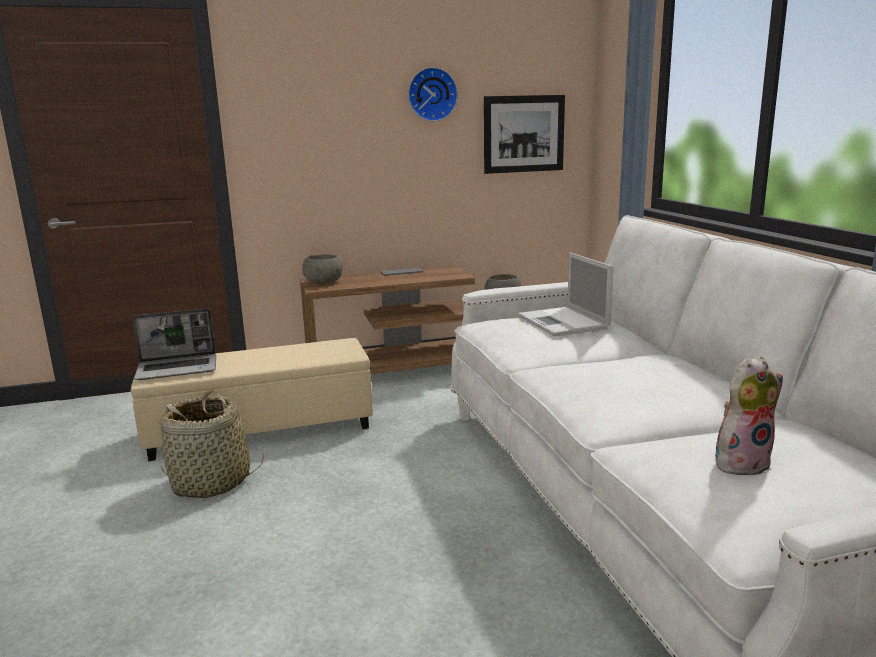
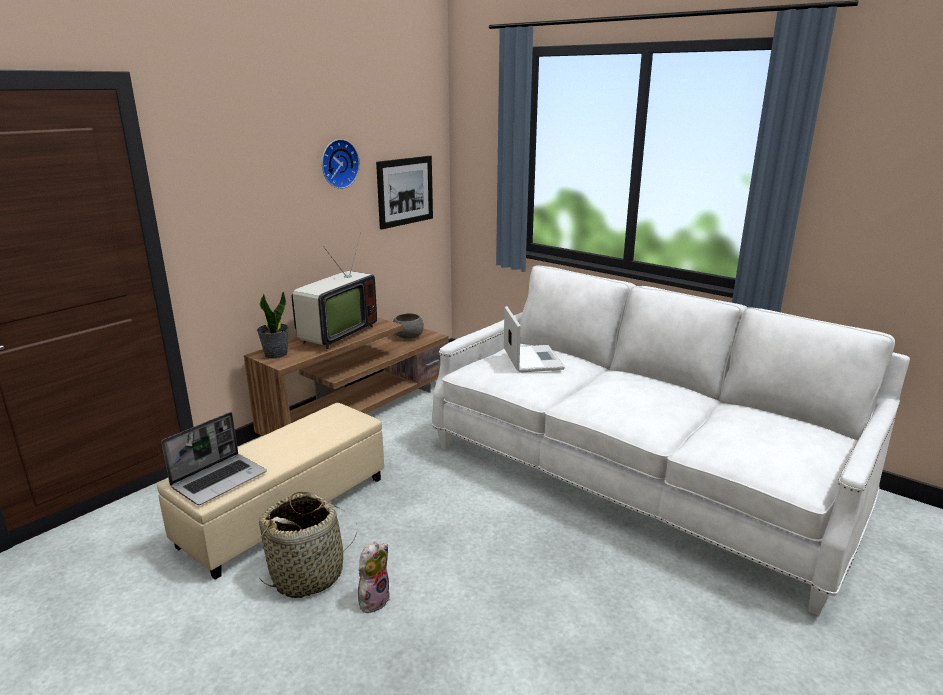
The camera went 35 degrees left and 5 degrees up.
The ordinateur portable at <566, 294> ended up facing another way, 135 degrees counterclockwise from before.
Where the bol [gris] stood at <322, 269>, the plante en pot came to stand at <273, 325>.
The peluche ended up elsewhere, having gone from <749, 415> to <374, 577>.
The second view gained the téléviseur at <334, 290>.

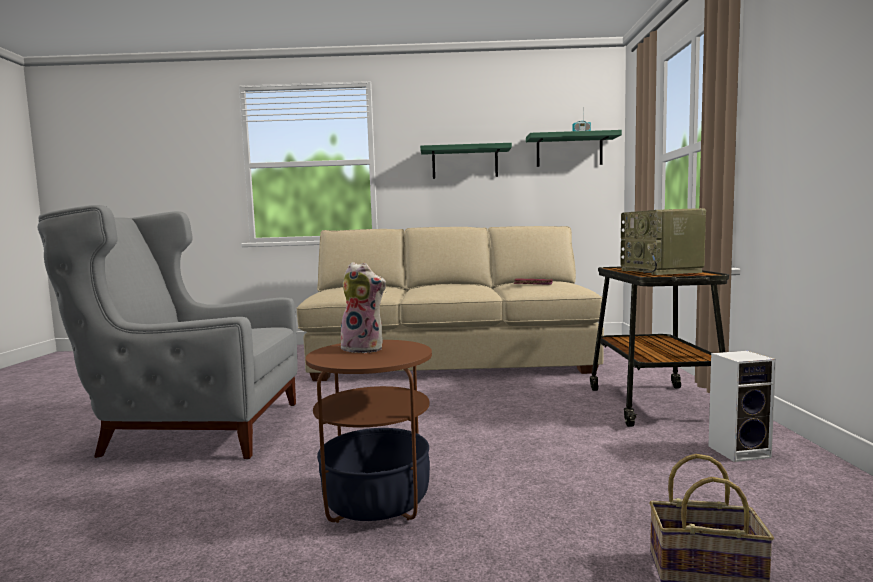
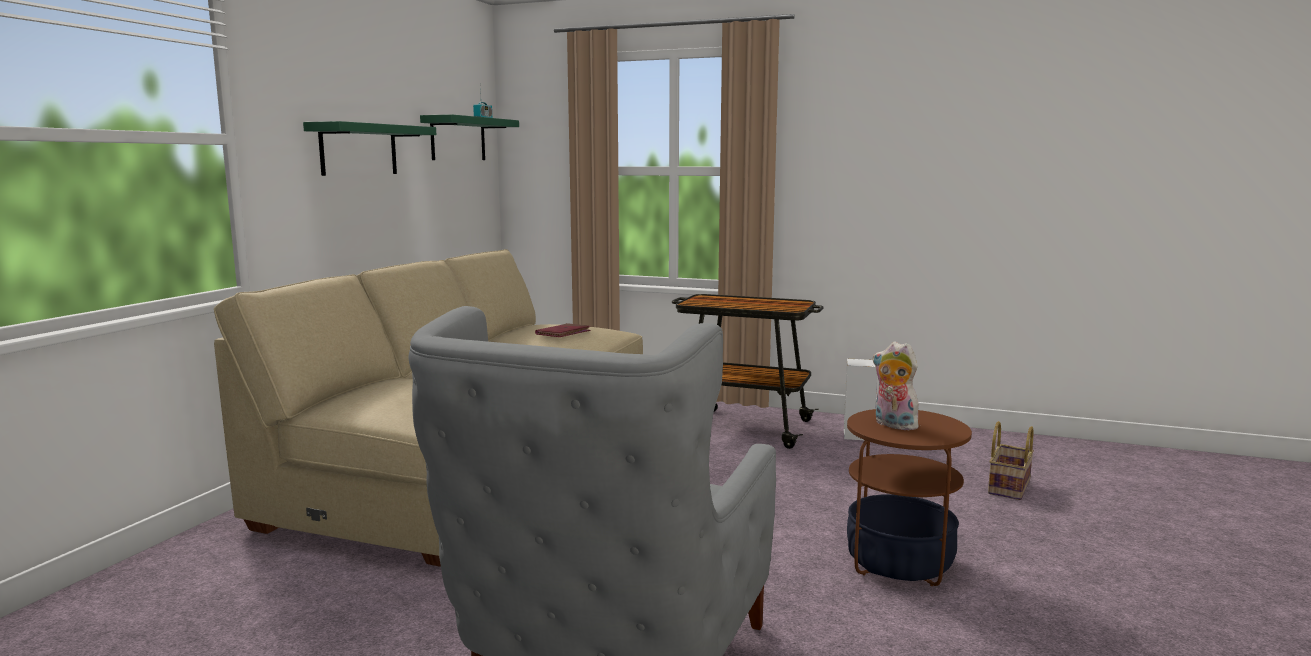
The camera went 70 degrees left and 5 degrees up.
The second view lost the radio at <663, 241>.
The peluche at <363, 307> ended up facing another way, 90 degrees counterclockwise from before.

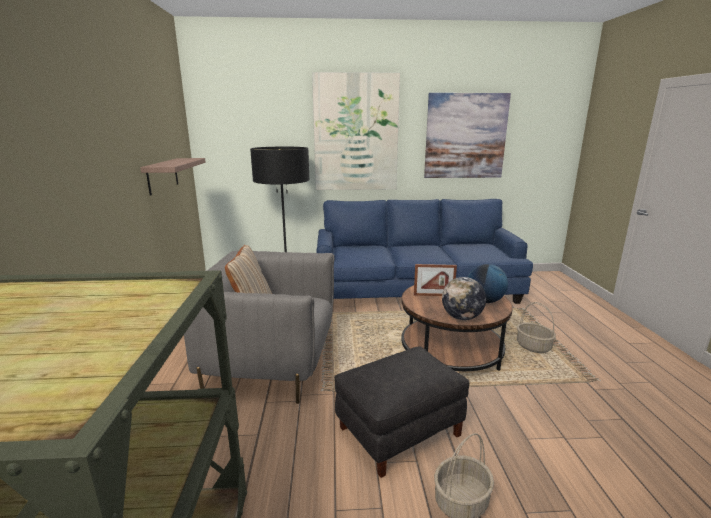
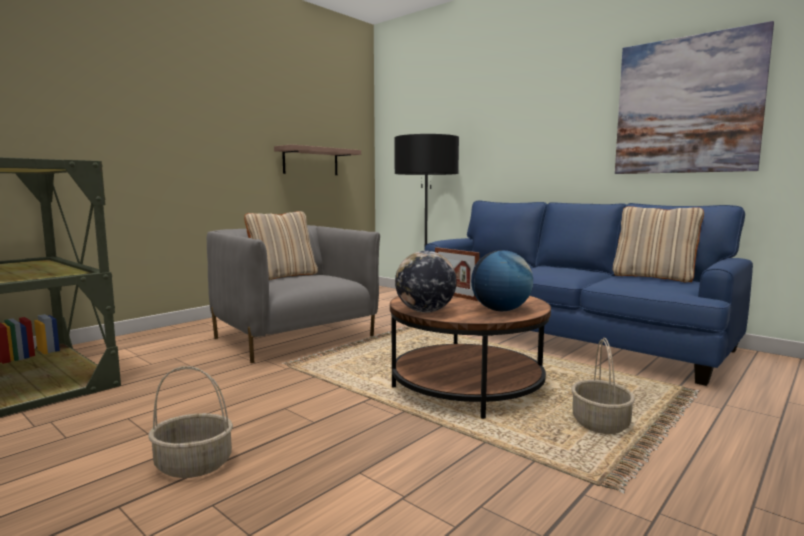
The camera went 45 degrees right and 10 degrees down.
The second view lost the tableau at <356, 131>.
The second view lost the pouf [noir] at <401, 412>.
The second view gained the coussin [beige] at <658, 244>.

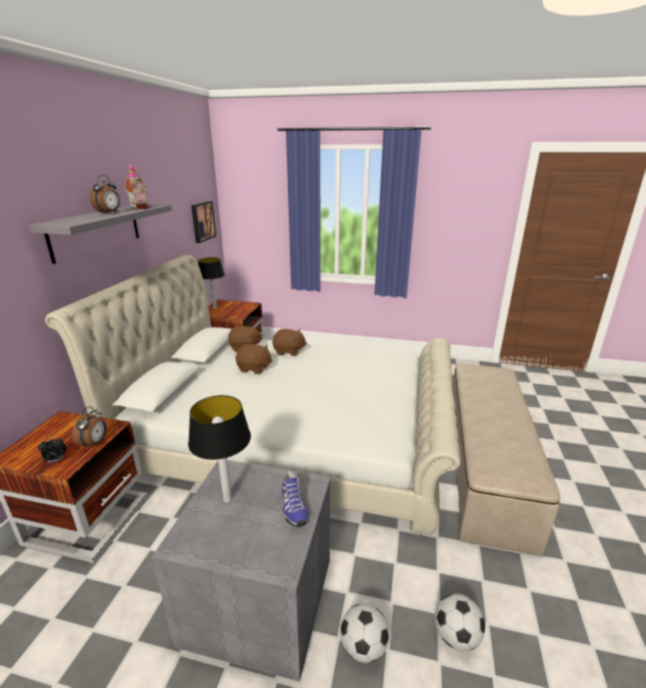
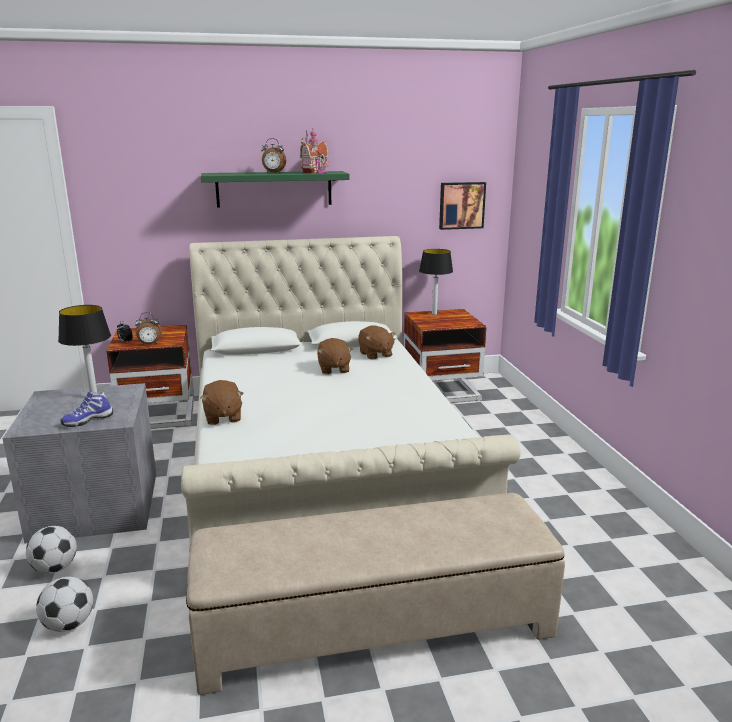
The camera went 65 degrees right and 5 degrees down.
What was the étagère [gris] at <100, 234> turned into the étagère [vert] at <275, 189>.
The peluche [marron] ended up elsewhere, having gone from <290, 342> to <222, 402>.

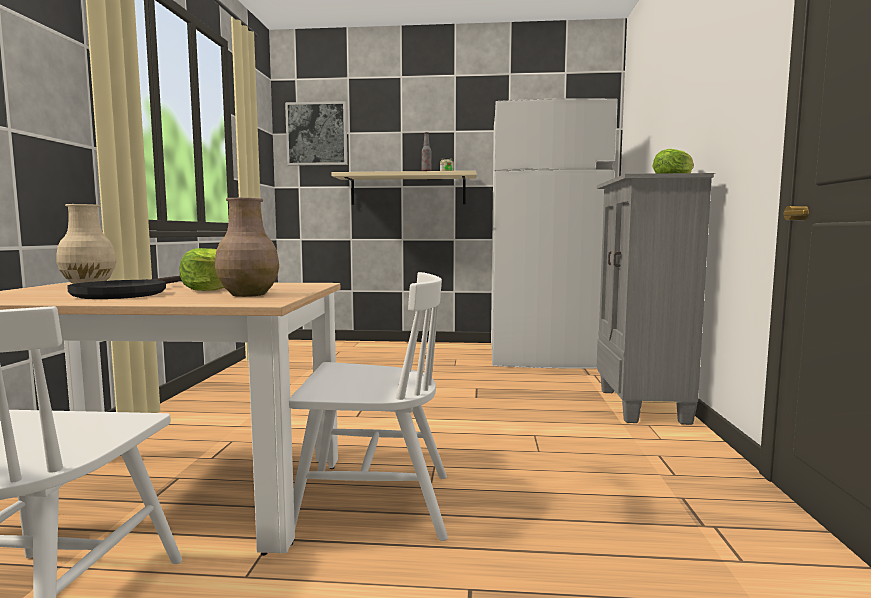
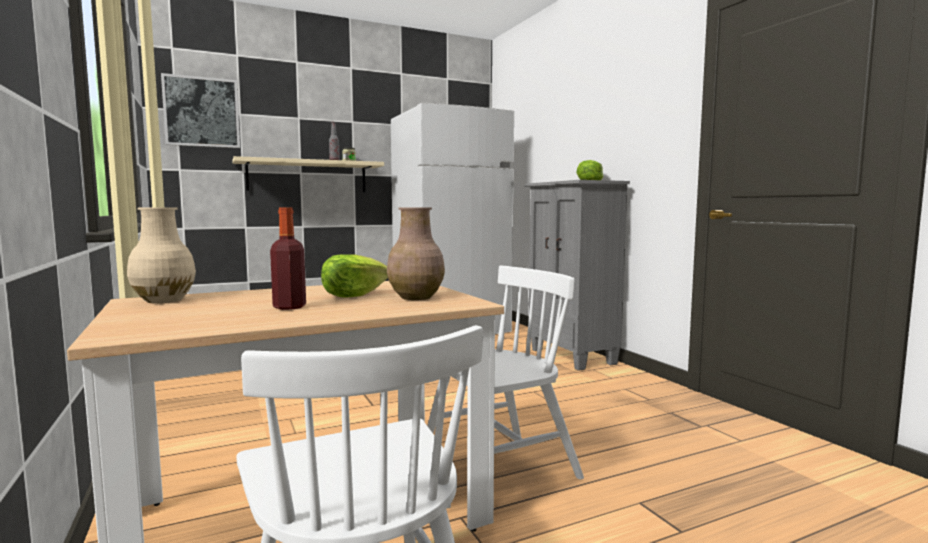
The camera went 30 degrees left and 0 degrees up.
Where the poêle [noir] stood at <124, 287>, the bouteille came to stand at <288, 258>.

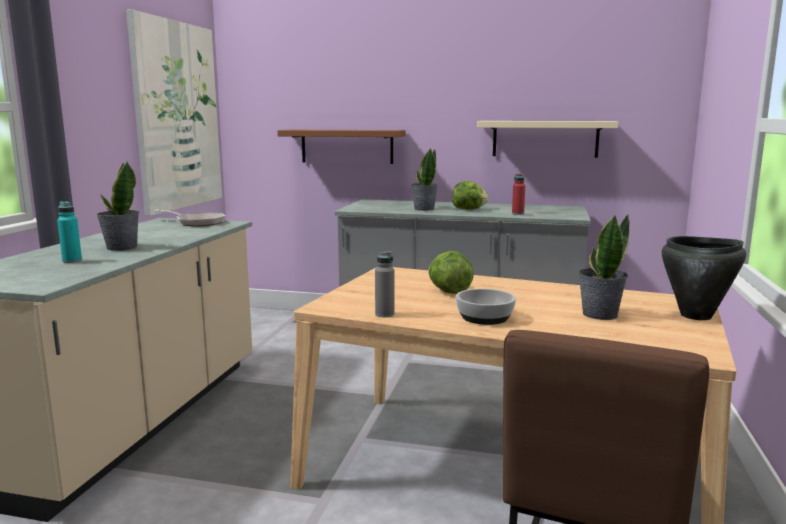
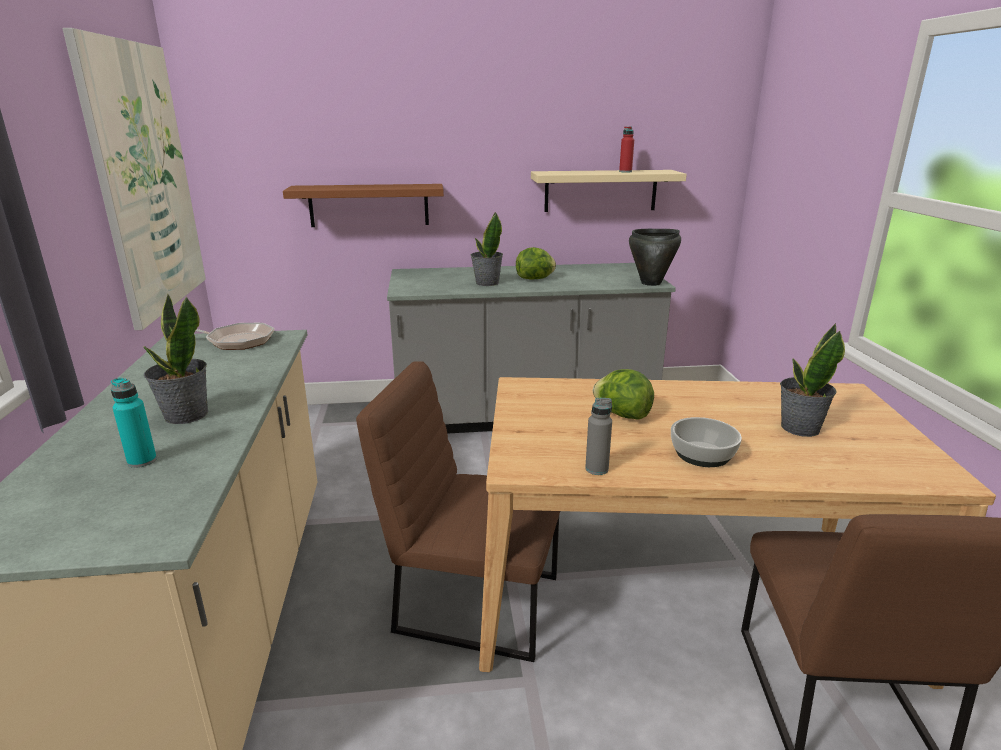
The camera went 20 degrees left and 10 degrees up.
The bouteille [rouge] ended up elsewhere, having gone from <518, 194> to <626, 149>.
The marmite [noir] ended up elsewhere, having gone from <704, 278> to <655, 257>.
The second view gained the chaise [marron] at <458, 511>.

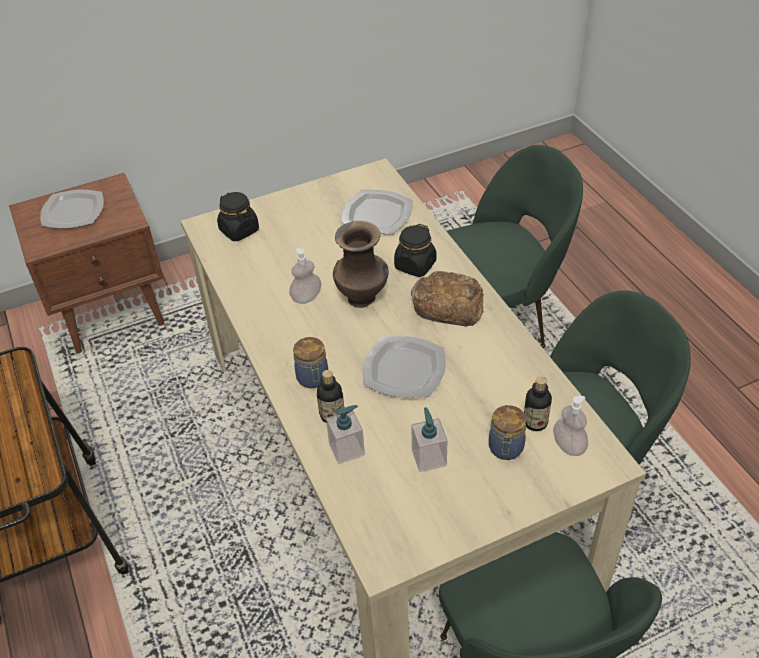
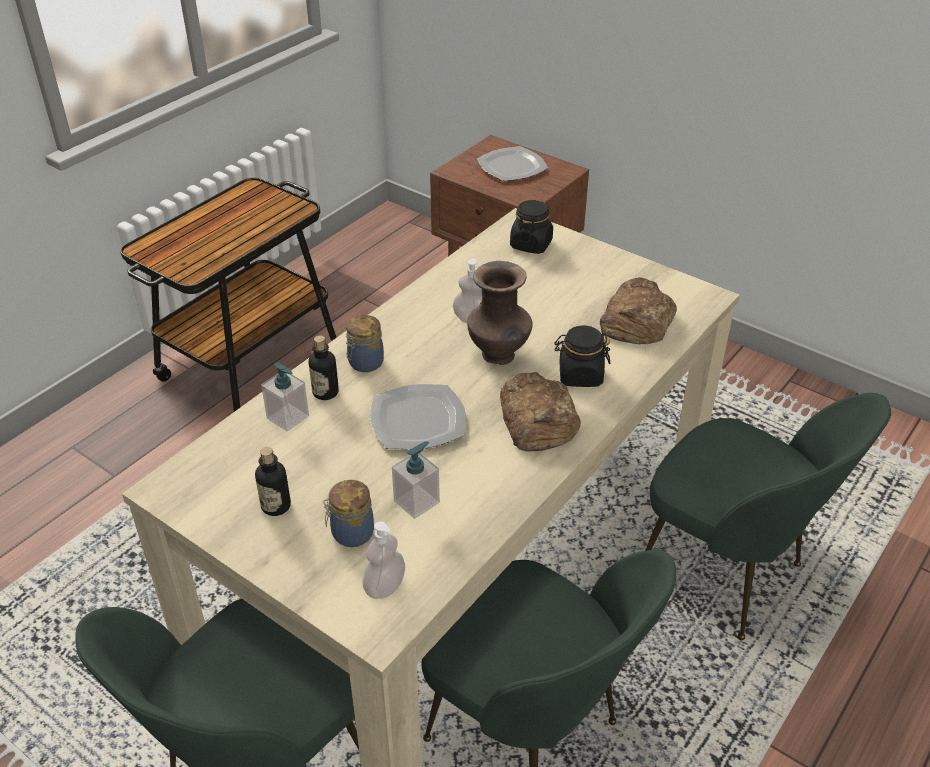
The camera went 60 degrees right and 5 degrees down.
Where the assiette stood at <377, 212>, the pain came to stand at <638, 310>.
The bouteille ended up elsewhere, having gone from <538, 404> to <273, 481>.
The distributeur de savon ended up elsewhere, having gone from <429, 439> to <416, 480>.

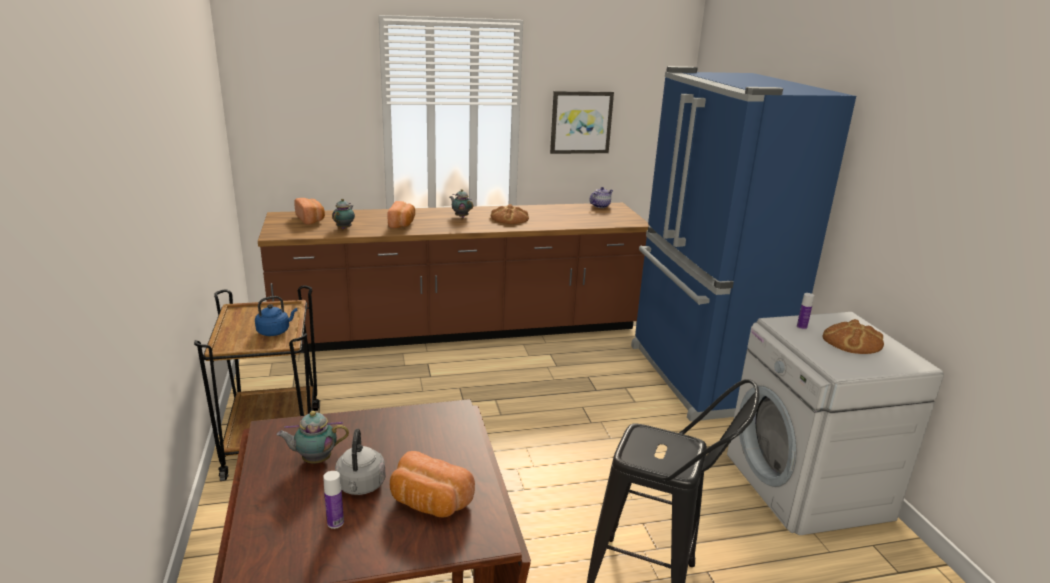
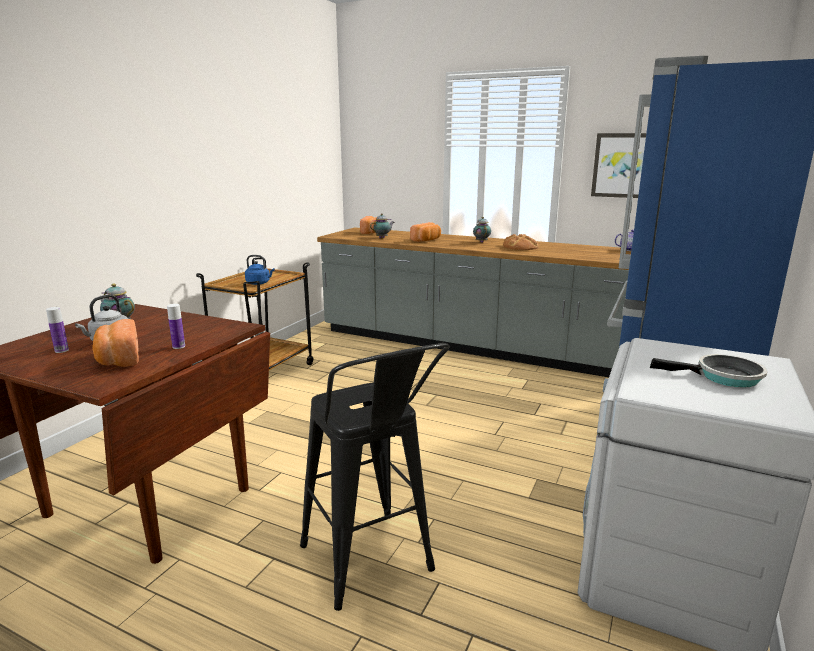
The camera went 40 degrees right and 5 degrees down.
What was the comptoir de cuisine [marron] at <453, 277> turned into the comptoir de cuisine [gris] at <474, 302>.
The bouteille ended up elsewhere, having gone from <805, 311> to <176, 326>.
Where the pain stood at <853, 336>, the poêle came to stand at <709, 371>.

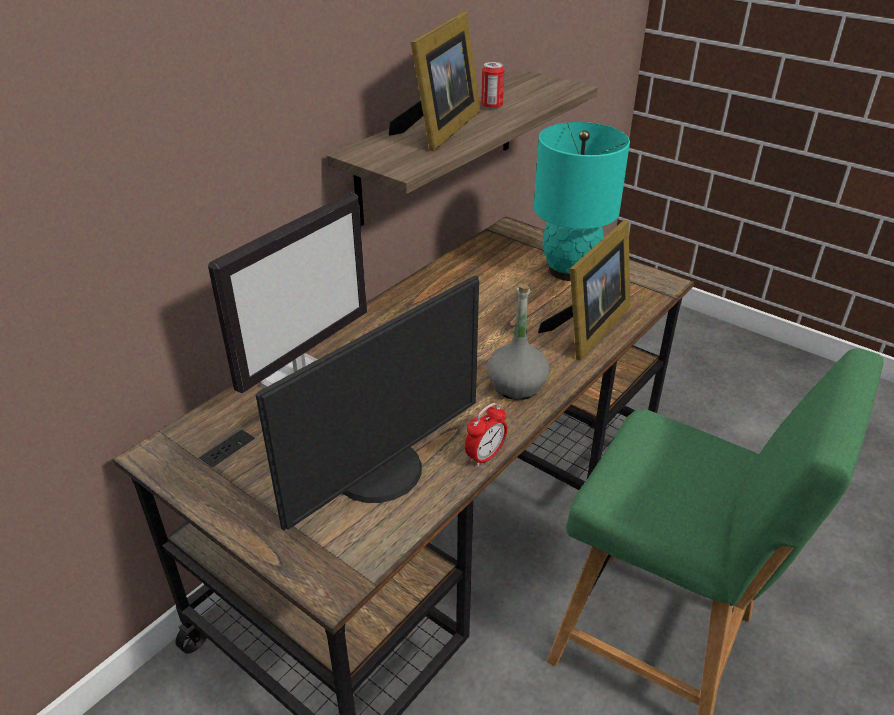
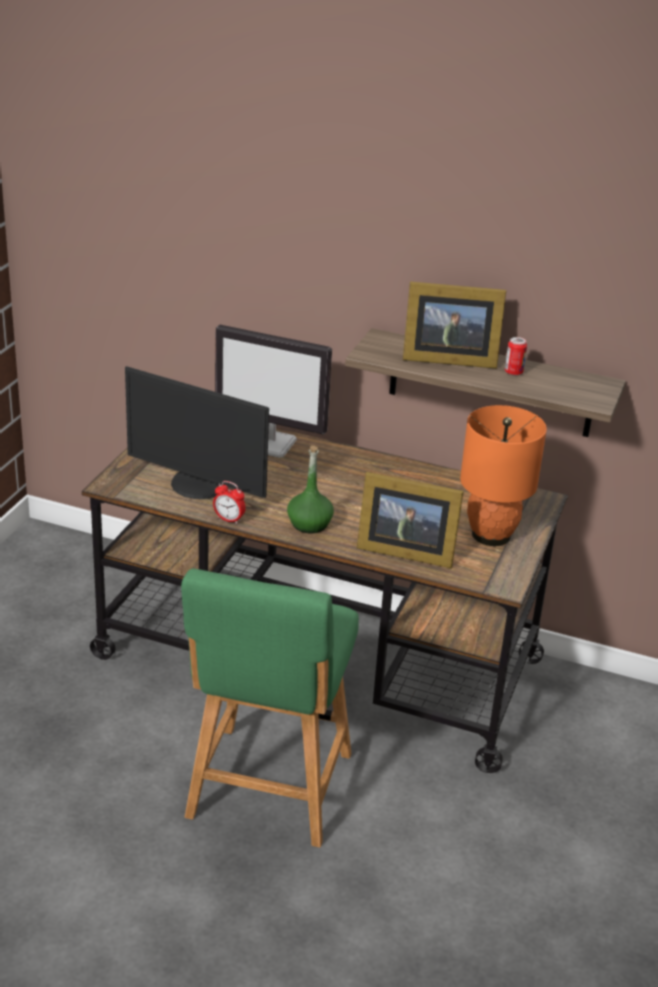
The camera went 70 degrees right and 5 degrees down.
What was the lampe de table [turquoise] at <582, 201> turned into the lampe de table [orange] at <503, 475>.
What was the bouteille [gris] at <518, 342> turned into the bouteille [vert] at <310, 489>.

